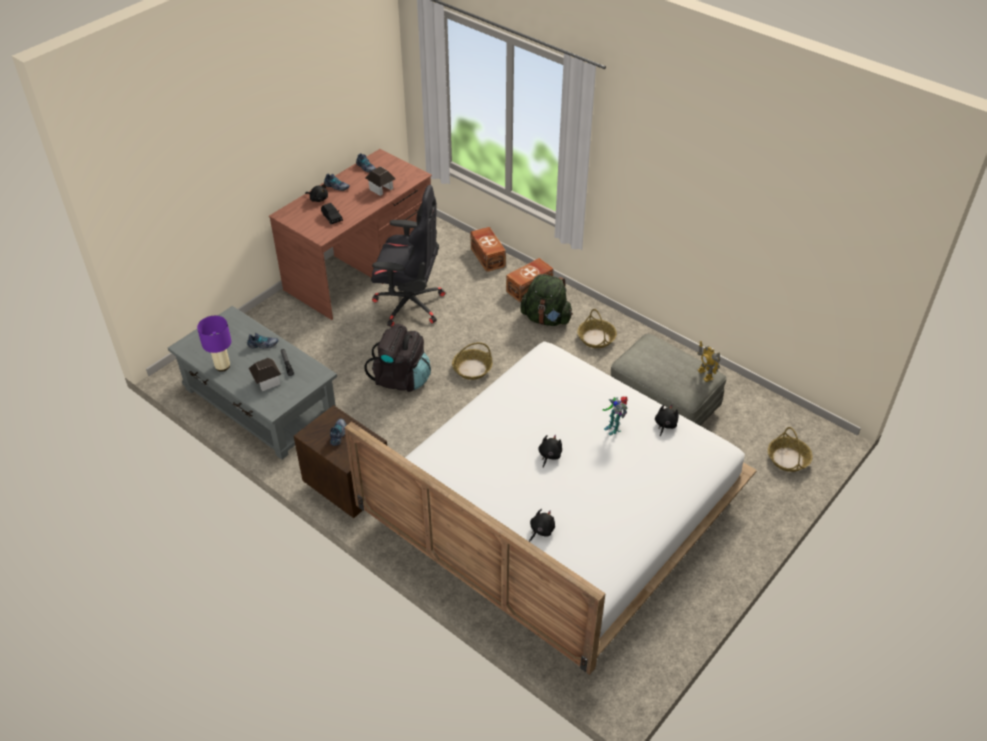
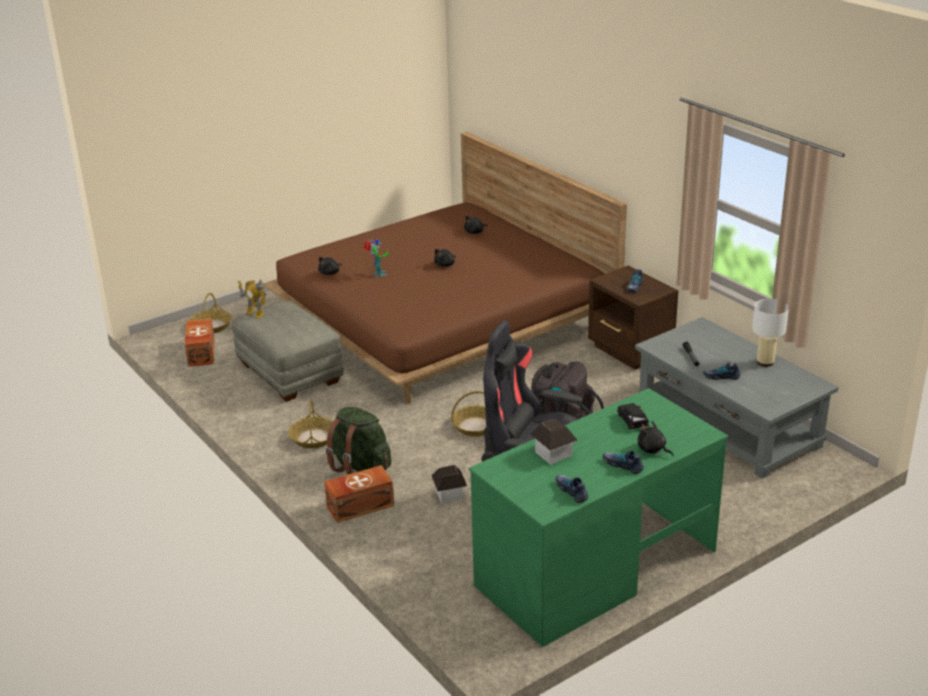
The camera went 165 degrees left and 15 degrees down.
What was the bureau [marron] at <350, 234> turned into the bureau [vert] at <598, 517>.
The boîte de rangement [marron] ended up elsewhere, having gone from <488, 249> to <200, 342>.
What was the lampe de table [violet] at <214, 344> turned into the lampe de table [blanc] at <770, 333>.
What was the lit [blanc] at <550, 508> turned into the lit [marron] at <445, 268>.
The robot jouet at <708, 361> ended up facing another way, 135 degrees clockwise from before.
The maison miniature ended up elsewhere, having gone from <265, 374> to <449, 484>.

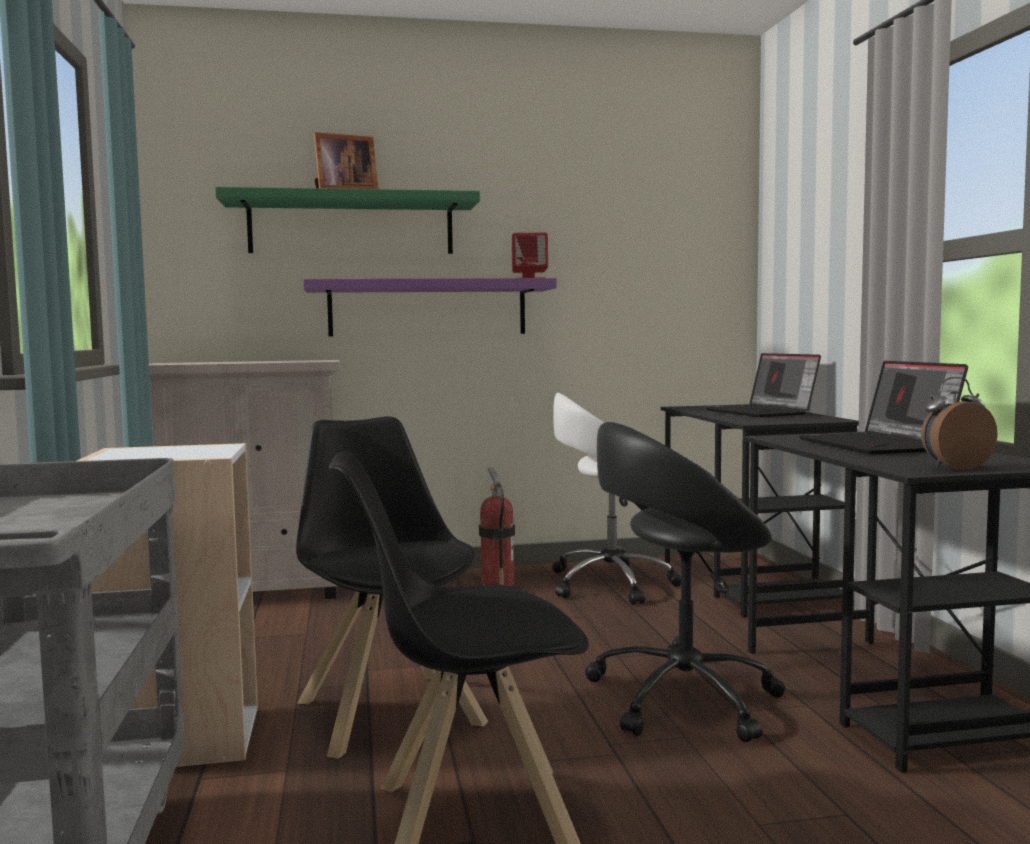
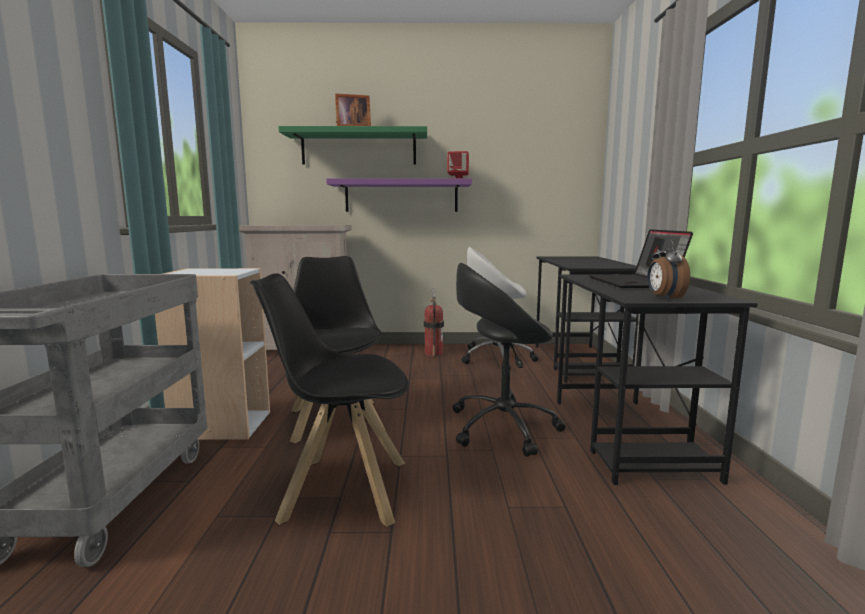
The camera went 10 degrees right and 5 degrees up.
The second view lost the ordinateur portable at <763, 385>.
The réveil at <959, 423> ended up facing another way, 90 degrees counterclockwise from before.

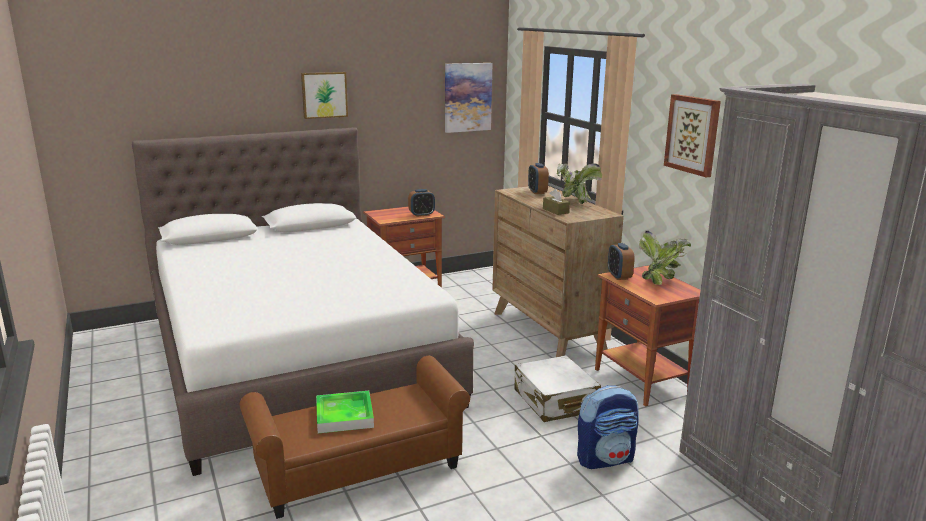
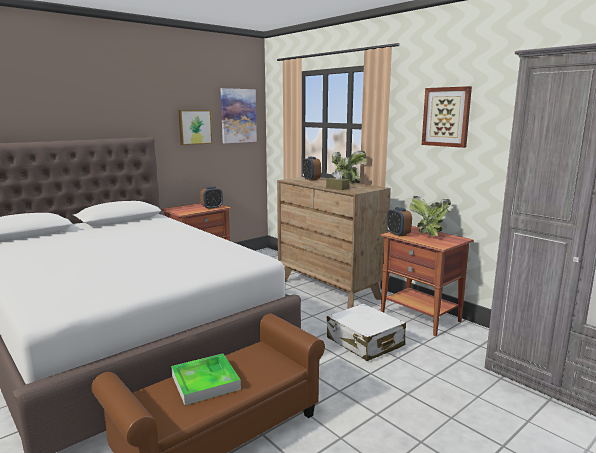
The camera went 15 degrees left and 5 degrees down.
The tableau ended up elsewhere, having gone from <324, 95> to <195, 127>.
The second view lost the sac à dos at <608, 427>.

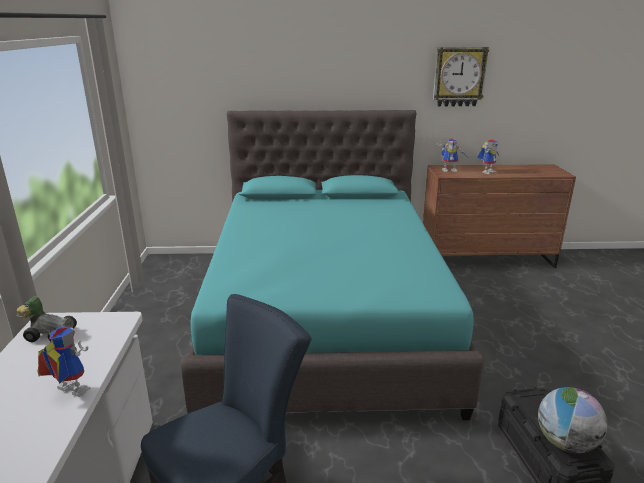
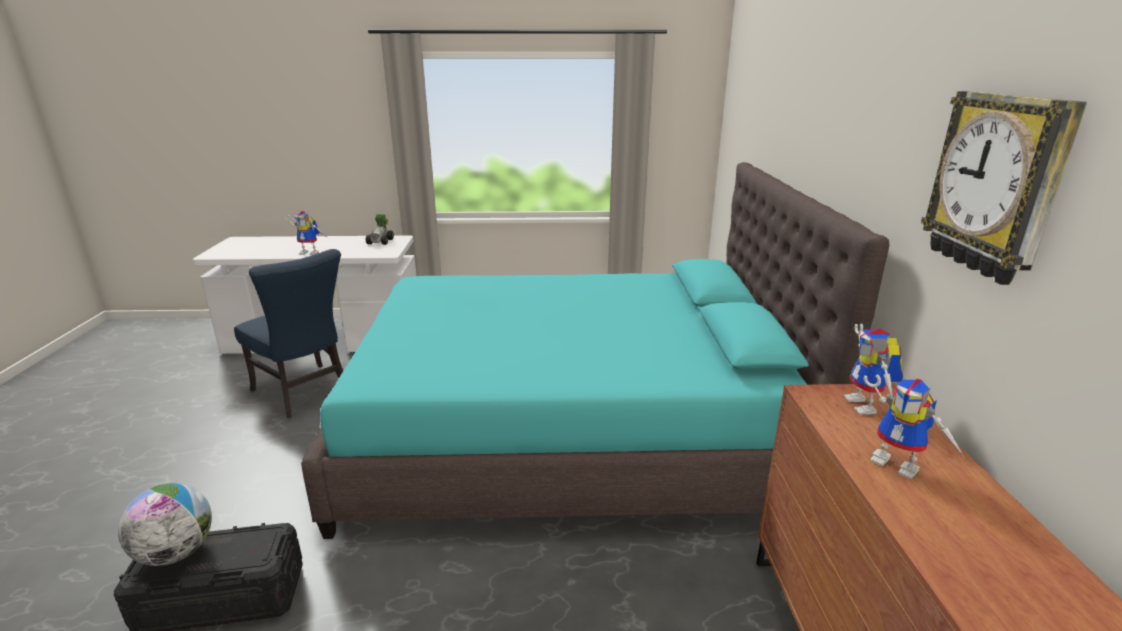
The camera went 90 degrees right and 0 degrees up.
The robot jouet at <64, 361> ended up facing another way, 75 degrees clockwise from before.

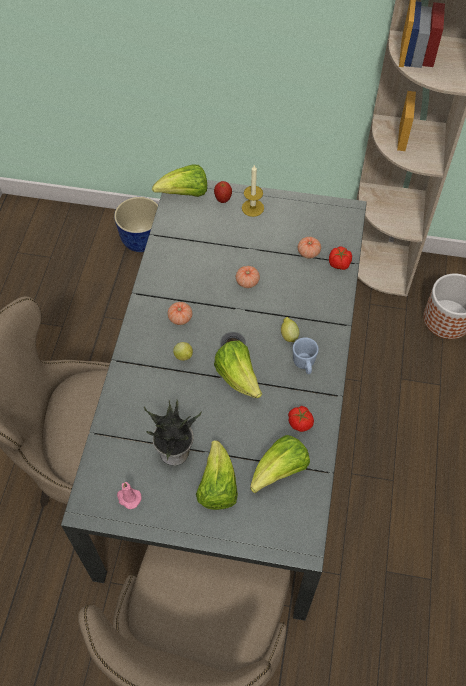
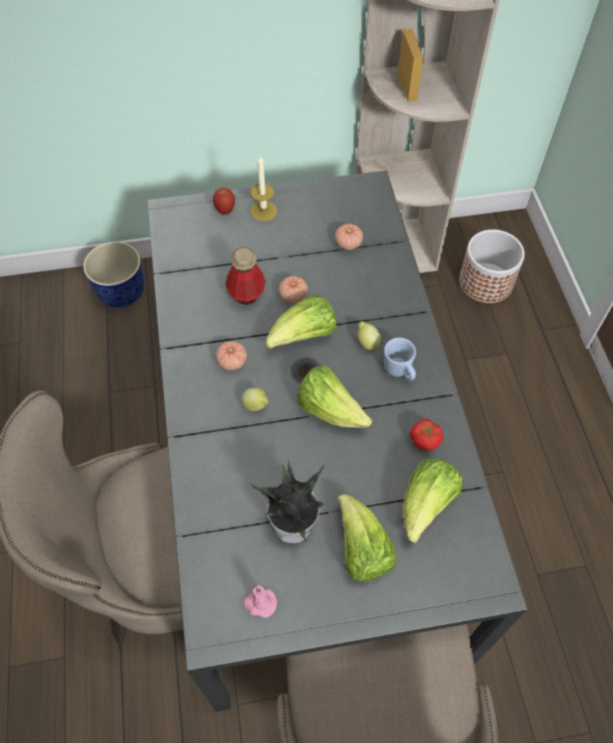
The camera went 20 degrees left and 0 degrees up.
The laitue ended up elsewhere, having gone from <179, 180> to <301, 322>.
The second view lost the tomate at <340, 258>.
The second view gained the bouteille at <245, 276>.

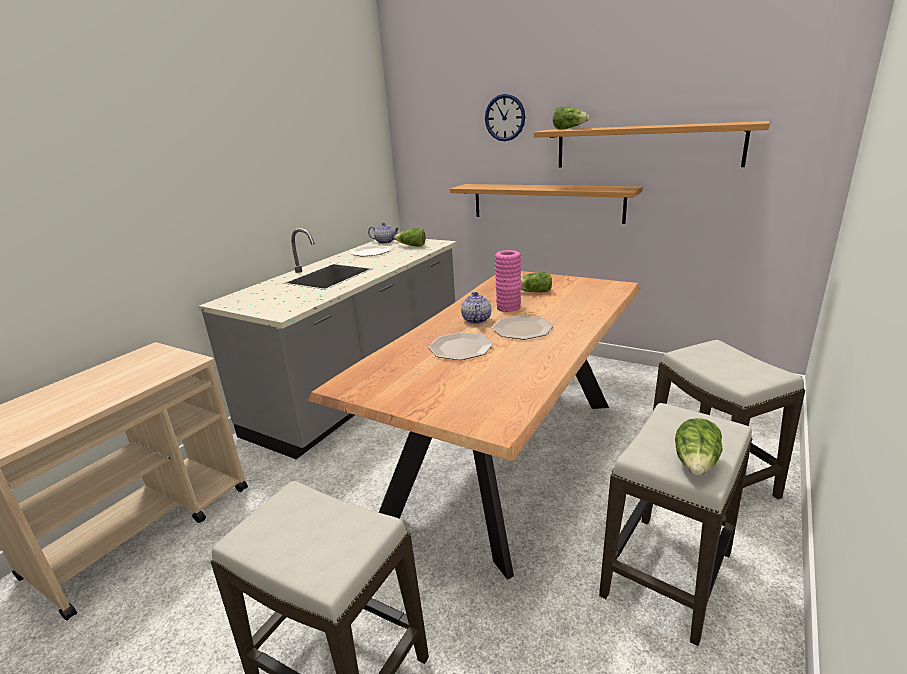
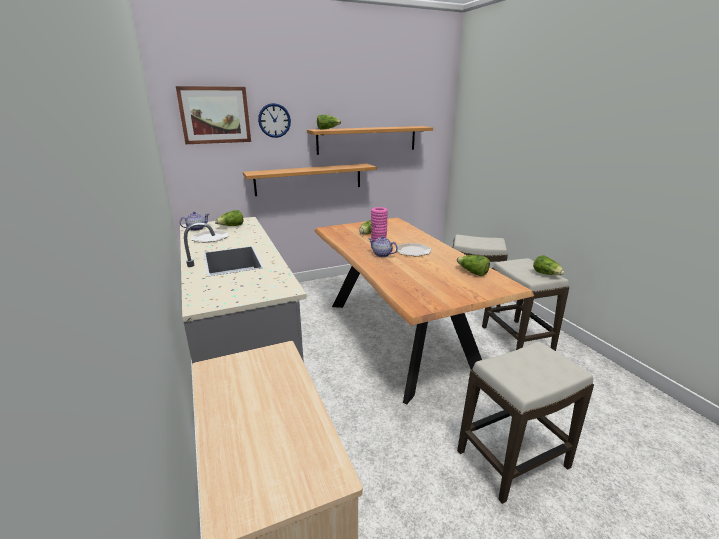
The camera went 55 degrees left and 0 degrees up.
The second view lost the assiette at <460, 346>.
The second view gained the tableau at <213, 115>.
The second view gained the laitue at <473, 265>.

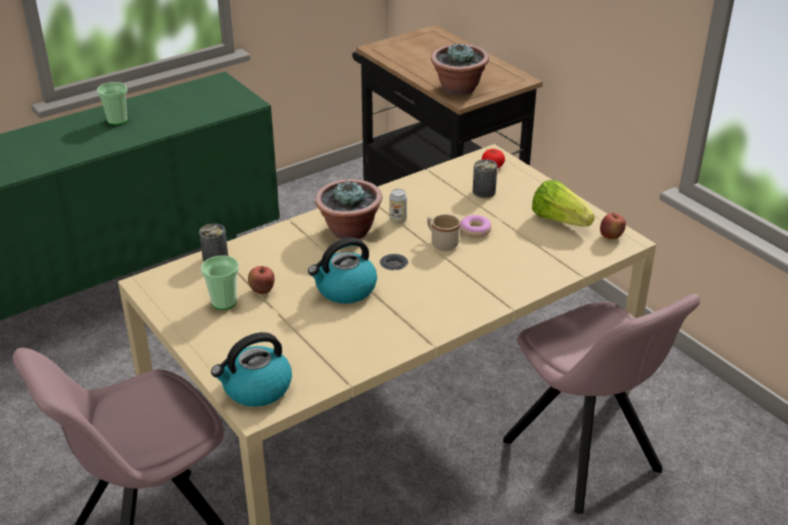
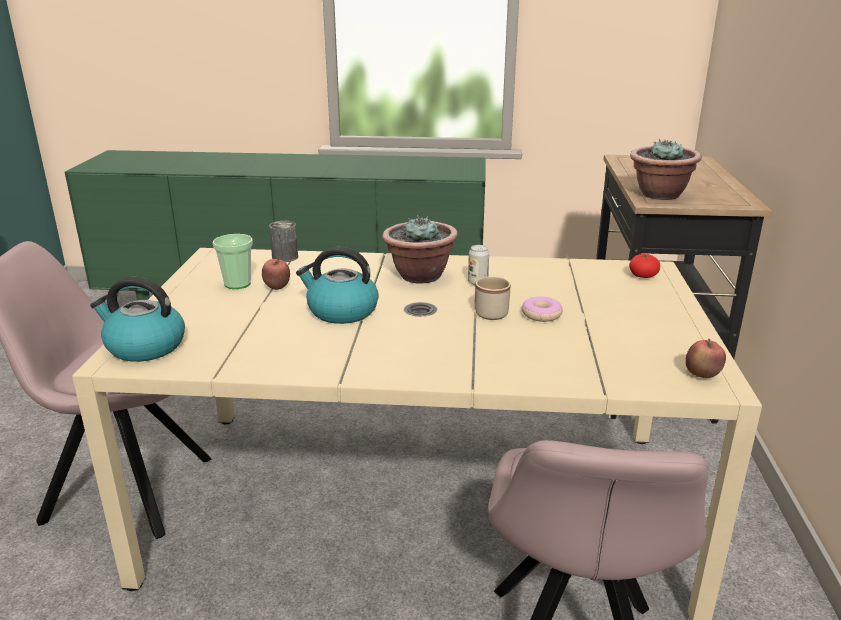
The camera went 40 degrees right and 10 degrees down.
The second view lost the tasse at <112, 103>.
The second view lost the boîte métallique at <485, 178>.
The second view lost the laitue at <563, 203>.

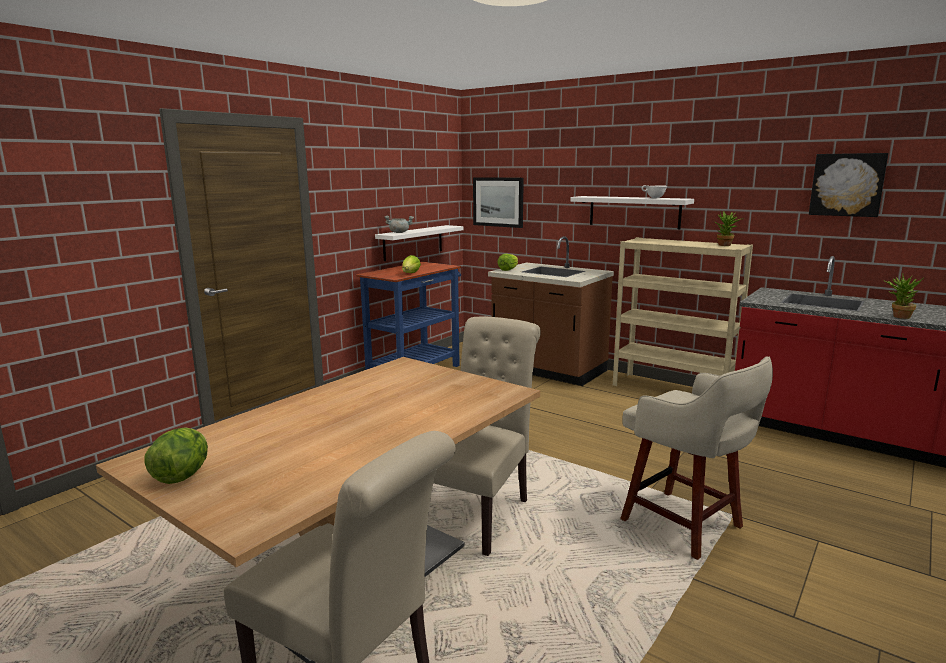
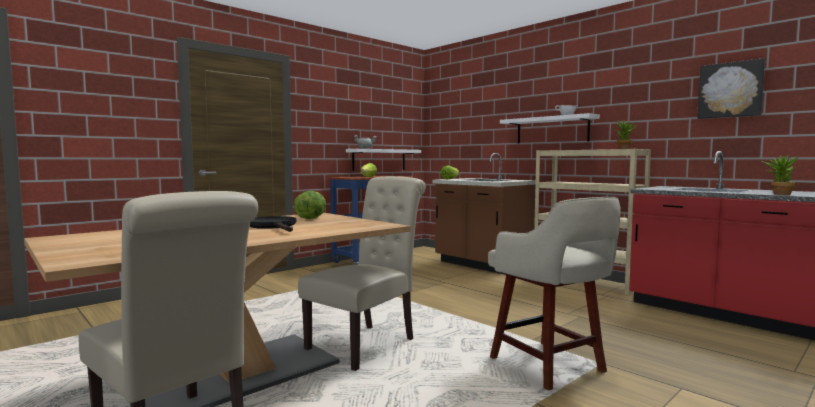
The camera went 10 degrees right and 10 degrees down.
The second view lost the tableau at <498, 202>.
The laitue ended up elsewhere, having gone from <176, 455> to <310, 205>.
The second view gained the poêle [noir] at <273, 224>.

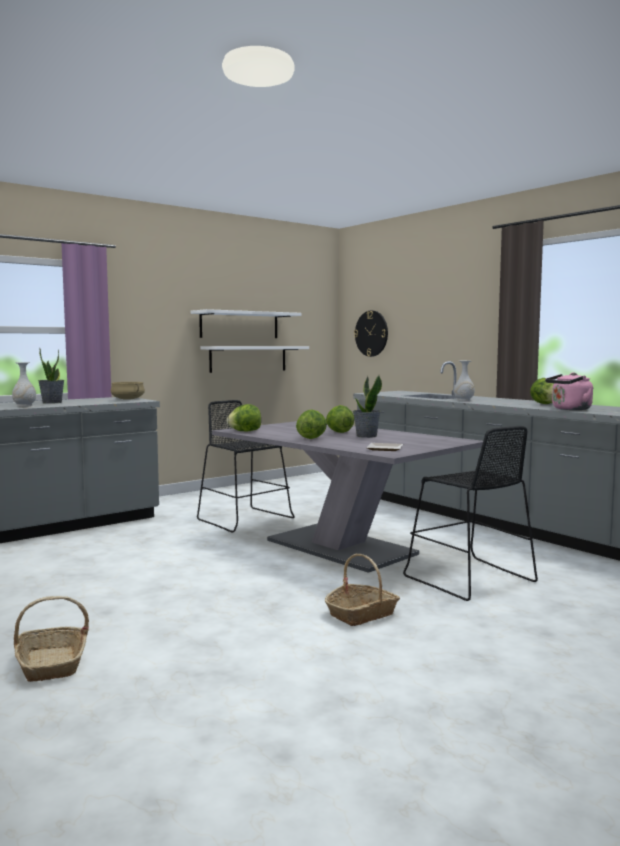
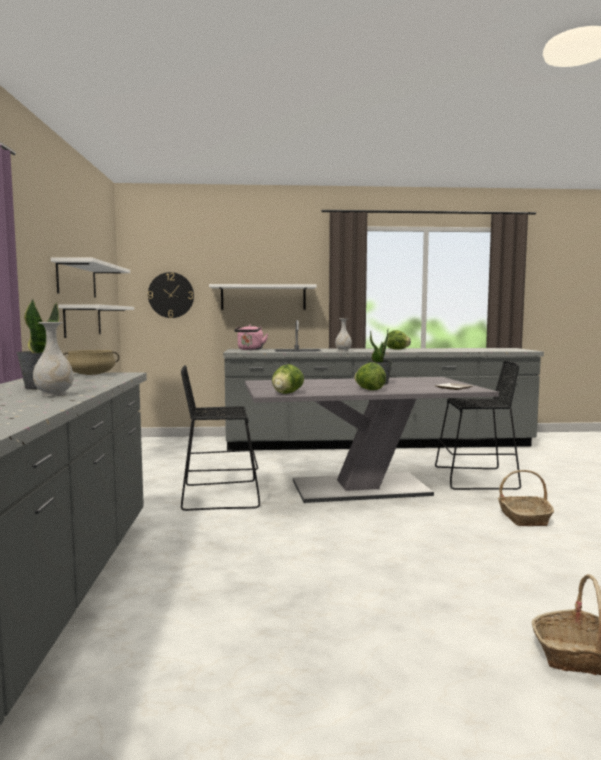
The camera went 55 degrees left and 0 degrees up.
The bouilloire [rose] ended up elsewhere, having gone from <569, 391> to <251, 337>.
The second view lost the laitue at <340, 419>.
The second view gained the étagère [blanc] at <263, 297>.

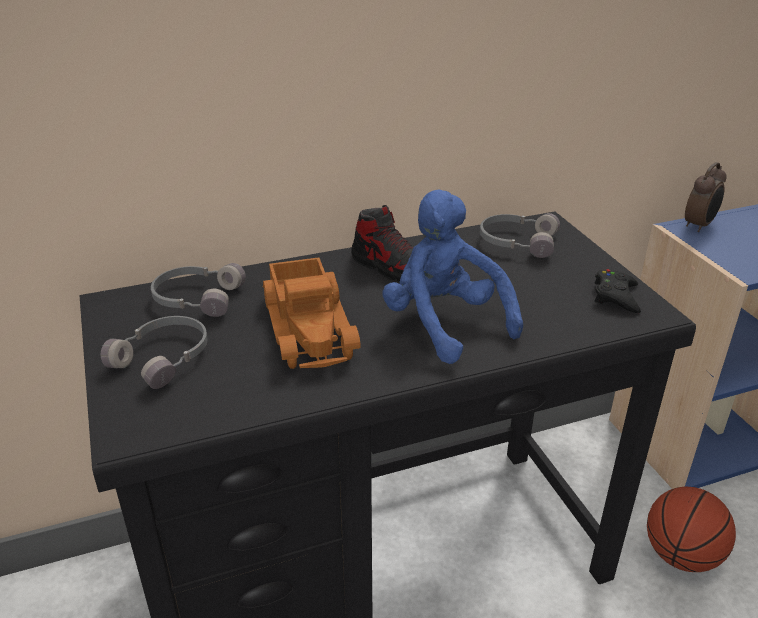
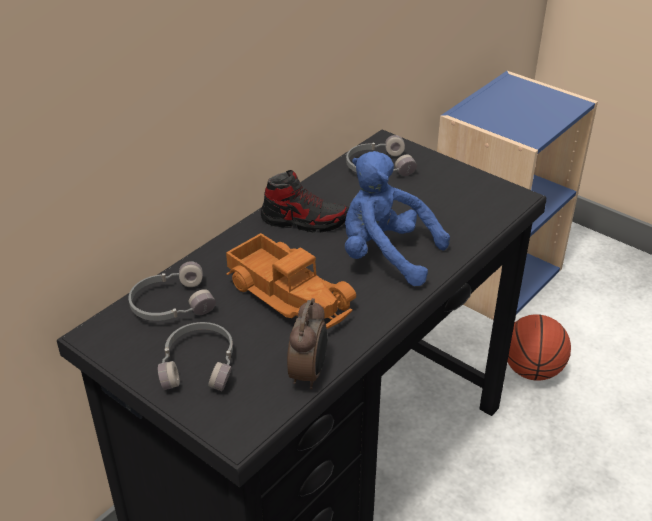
The camera went 30 degrees left and 5 degrees up.
The réveil ended up elsewhere, having gone from <706, 197> to <307, 343>.
The second view lost the manette [noir] at <617, 291>.

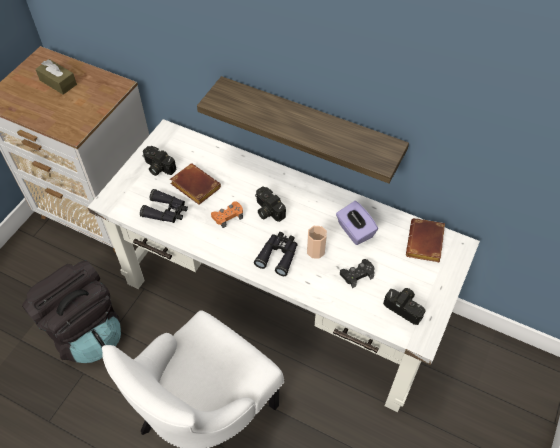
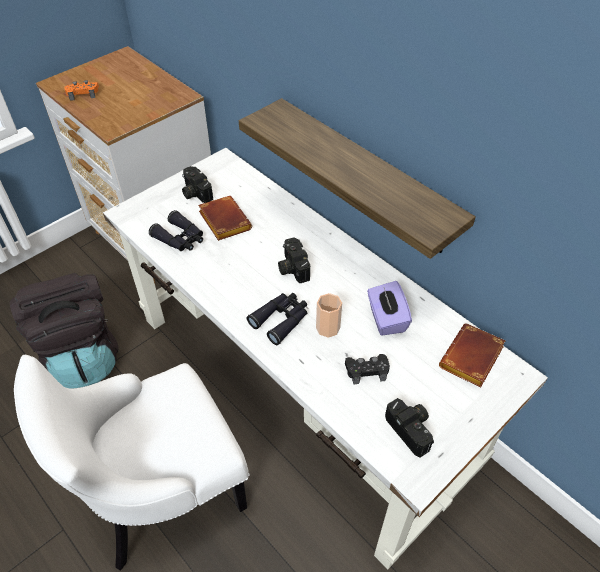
The camera went 20 degrees right and 5 degrees down.
The second view lost the boîte à mouchoirs [marron] at <56, 77>.
The manette [orange] ended up elsewhere, having gone from <227, 214> to <81, 90>.

